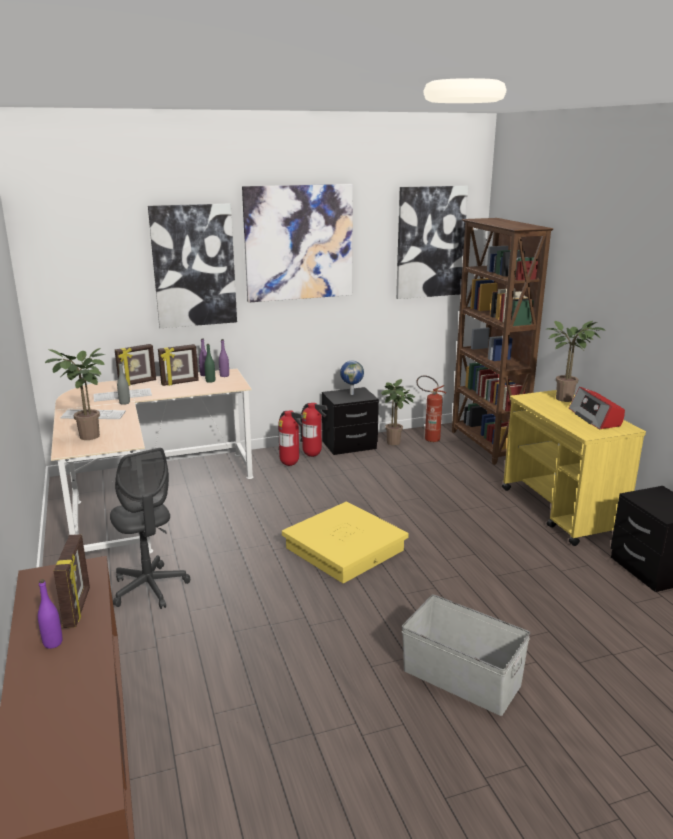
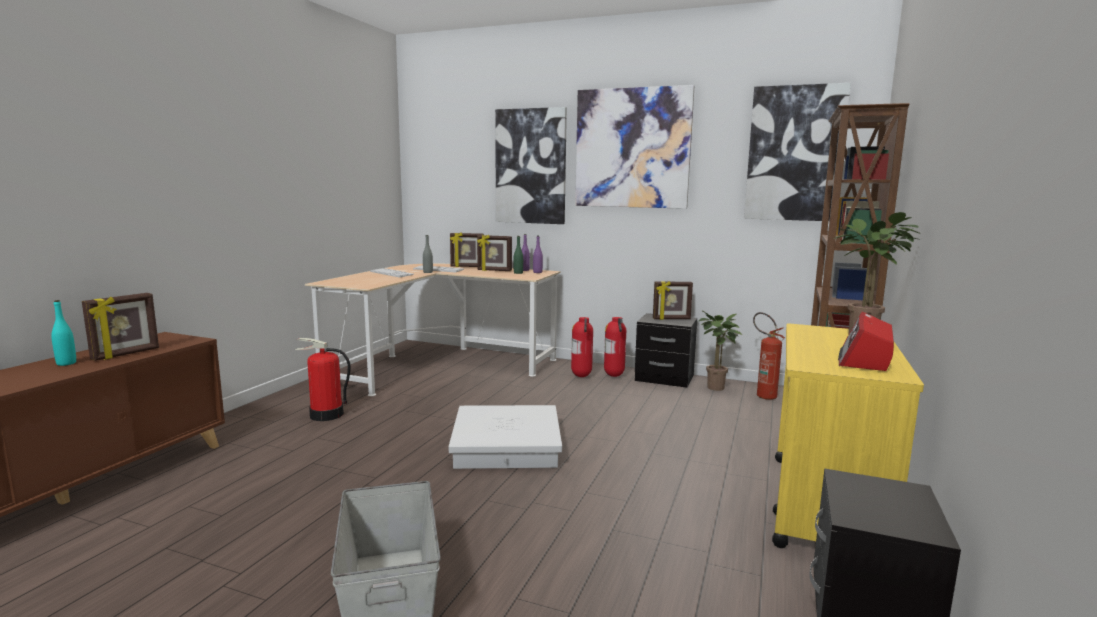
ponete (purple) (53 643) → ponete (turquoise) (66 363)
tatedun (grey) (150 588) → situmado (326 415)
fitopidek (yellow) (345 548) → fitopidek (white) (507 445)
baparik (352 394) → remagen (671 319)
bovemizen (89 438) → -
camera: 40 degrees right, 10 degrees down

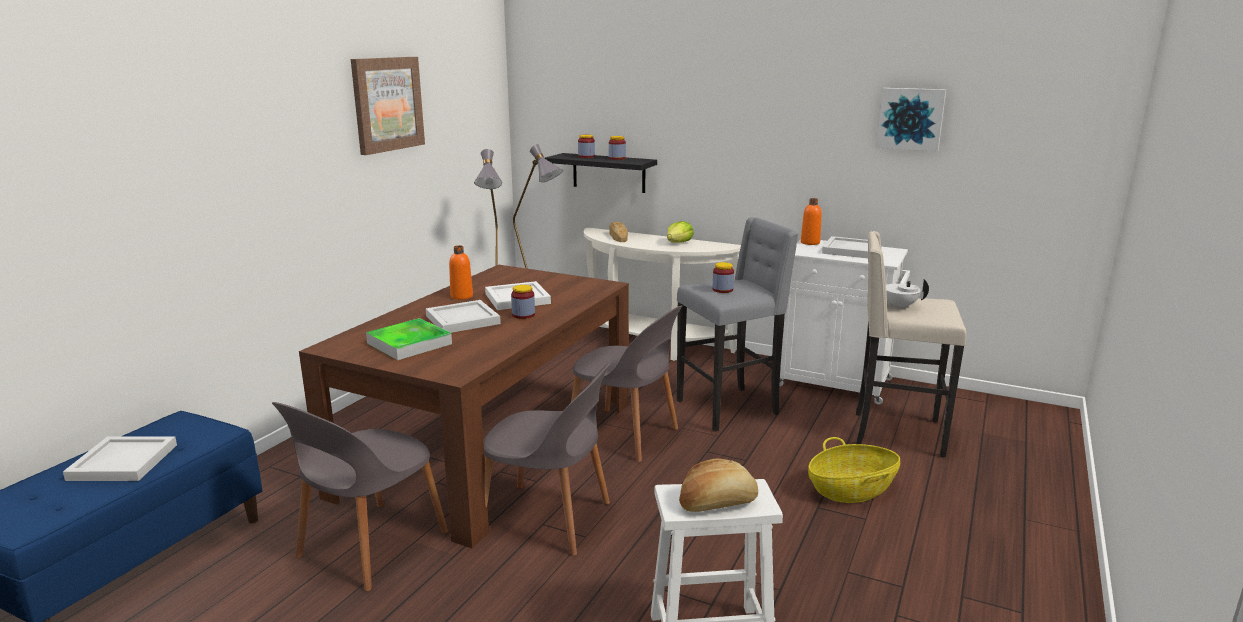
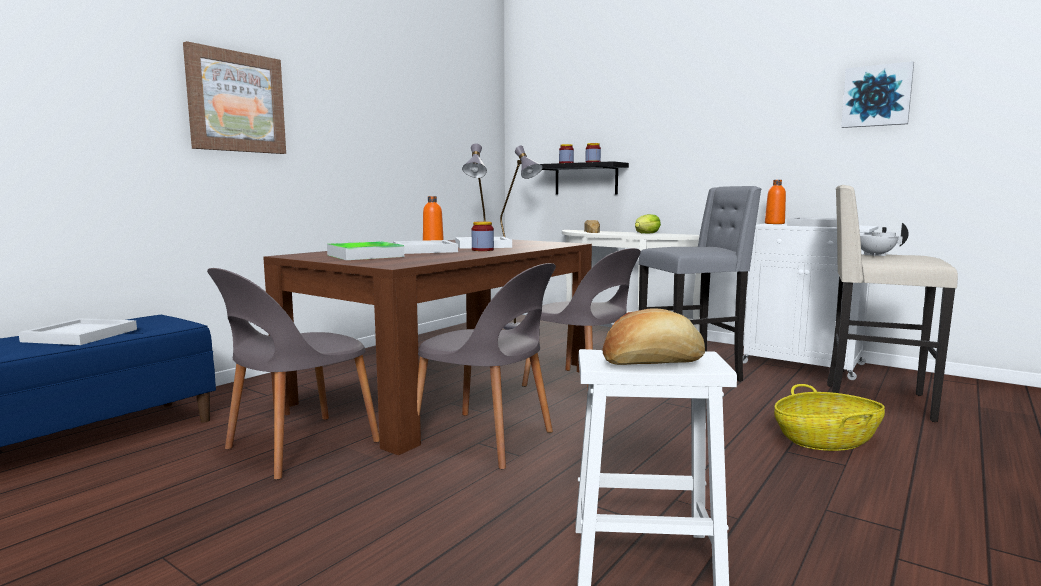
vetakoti (387 104) → vetakoti (236 102), relocated
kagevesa (722 290) → -
camera: 10 degrees right, 10 degrees down

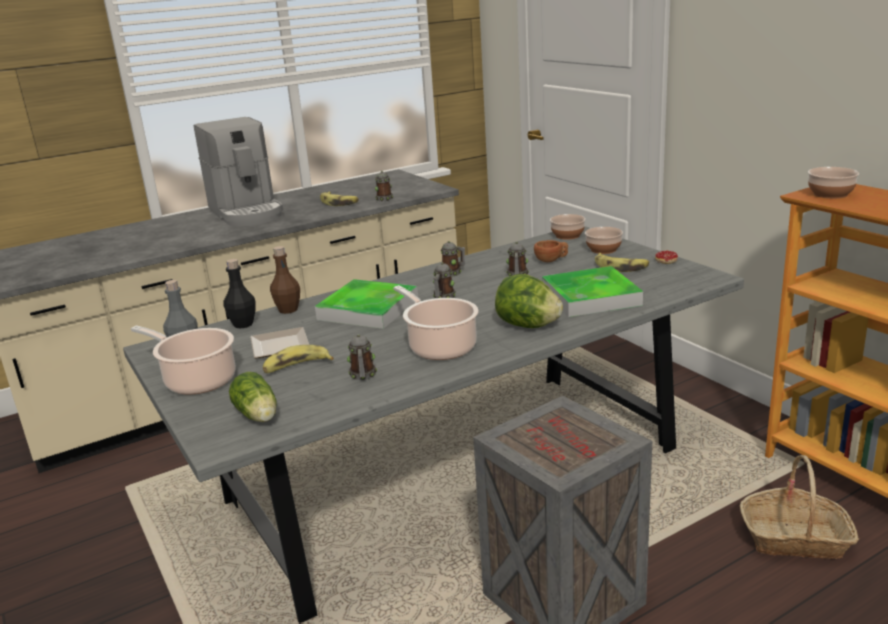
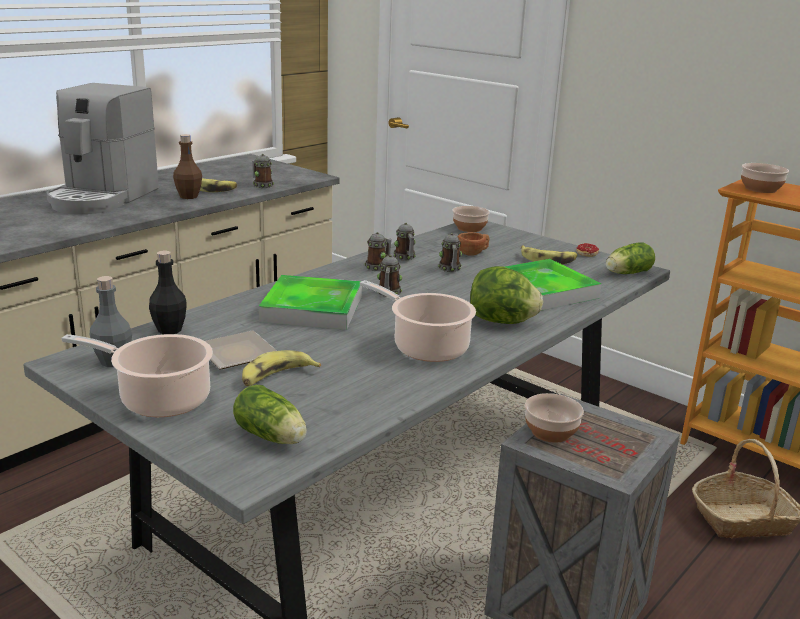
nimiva (247 213) → nimiva (103 198), 60 degrees clockwise
ponete (brown) (288 310) → ponete (brown) (189 196), relocated
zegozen (363 376) → zegozen (405 258), relocated
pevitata (603 249) → pevitata (551 432), relocated
- → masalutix (626 273)
camera: 20 degrees left, 0 degrees up

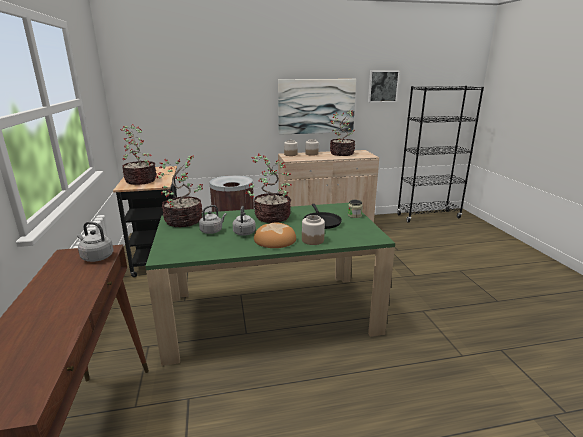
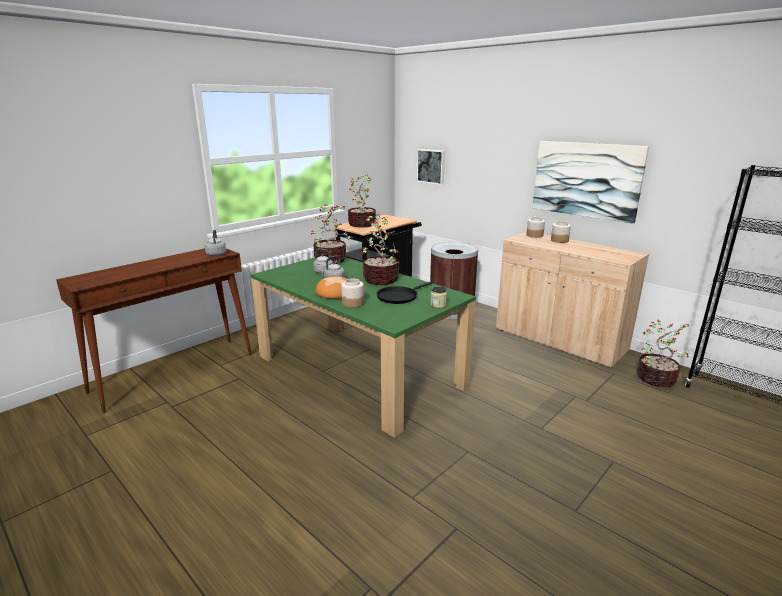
vetakoti (382 86) → vetakoti (431 166), relocated
bovemizen (342 153) → bovemizen (657 379), relocated
camera: 55 degrees right, 0 degrees up

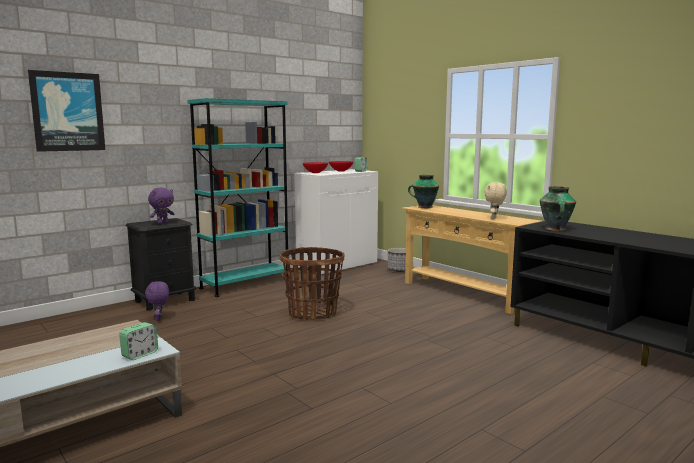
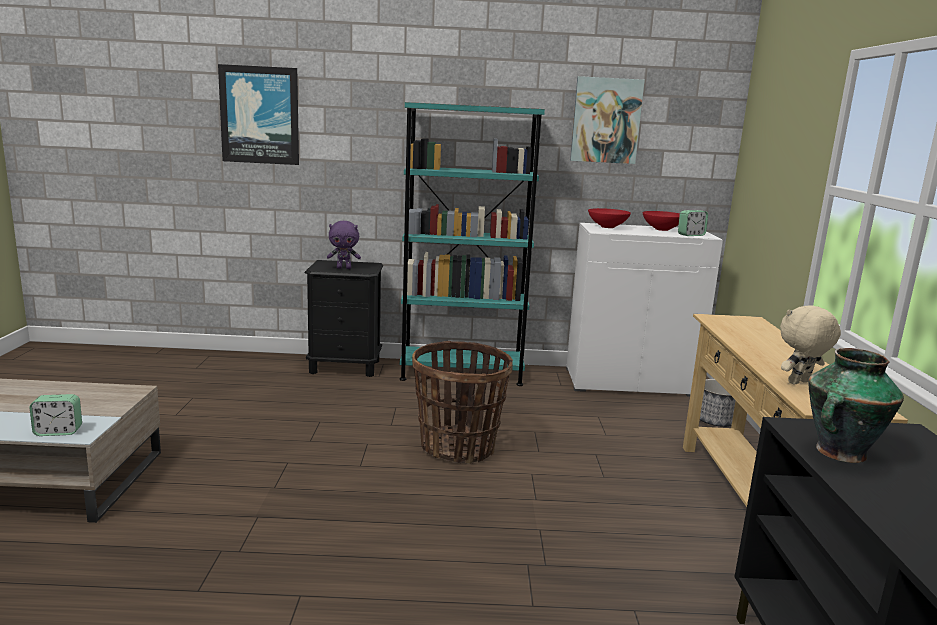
- → vetakoti (606 120)
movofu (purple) (159 319) → -
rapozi (424 207) → -
camera: 40 degrees right, 5 degrees up

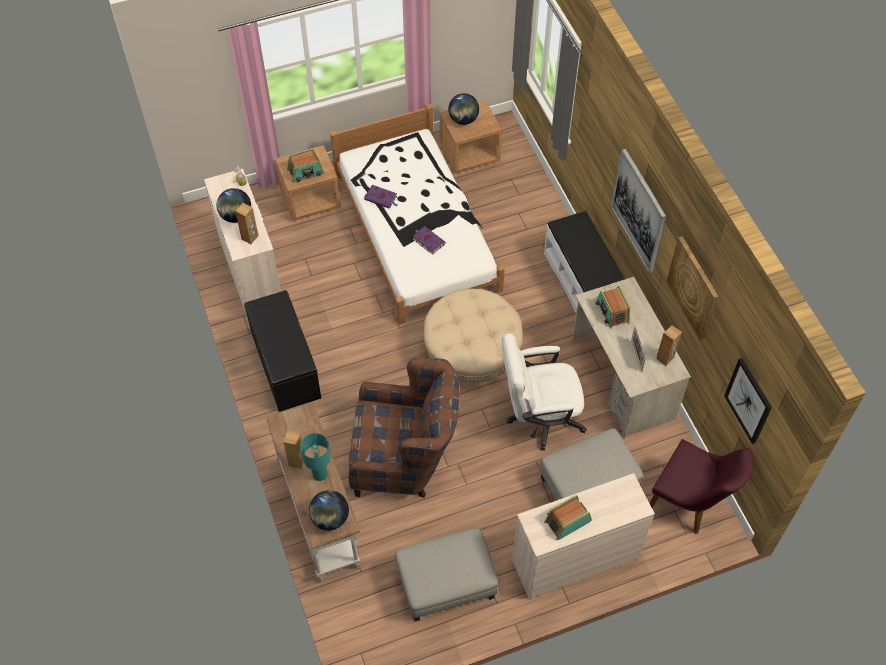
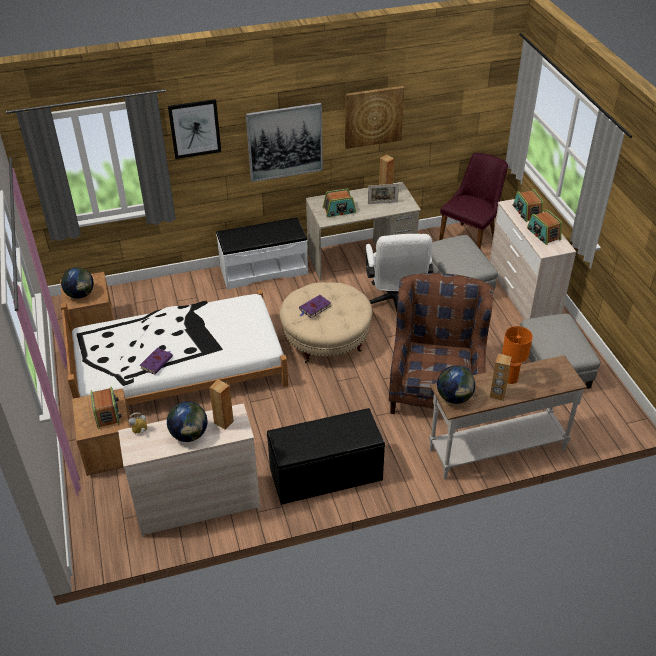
vetakoti (748 401) → vetakoti (195 128), relocated
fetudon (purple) (428 241) → fetudon (purple) (314 308), relocated
baparik (330 518) → baparik (454 397), relocated
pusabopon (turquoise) (319 474) → pusabopon (orange) (510 379)
- → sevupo (527 212)
camera: 85 degrees left, 15 degrees down

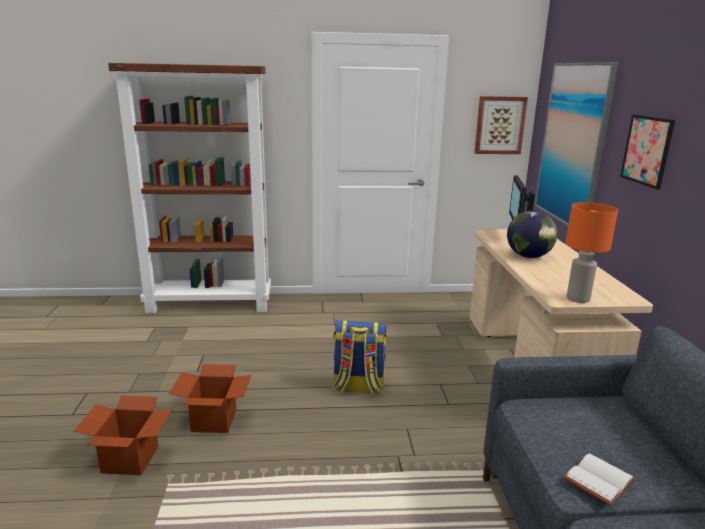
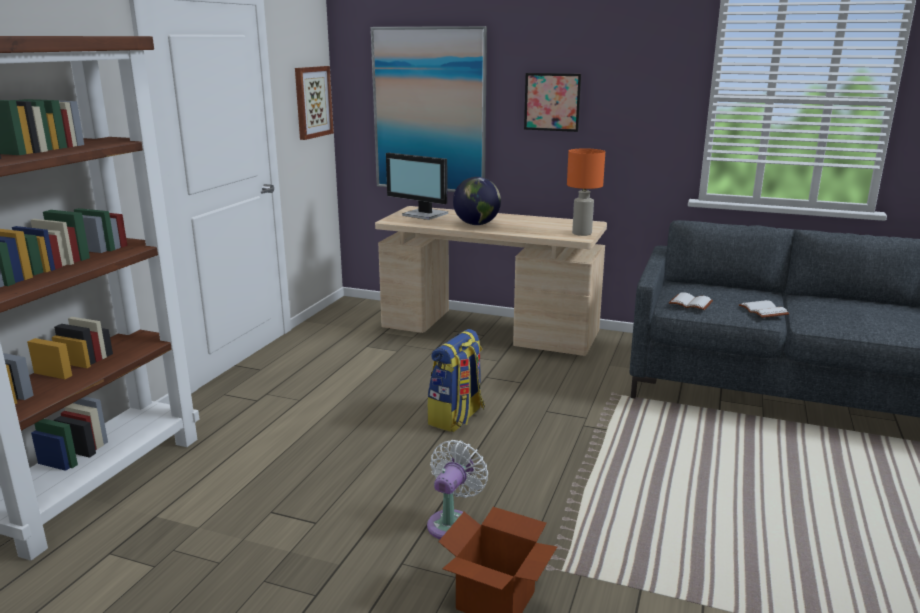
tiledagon (214 420) → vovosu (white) (452 522)
- → fetudon (white) (689 303)
camera: 65 degrees left, 0 degrees up

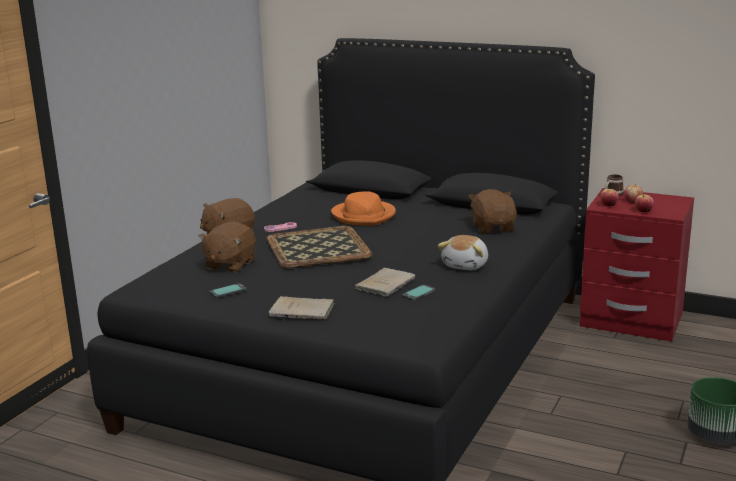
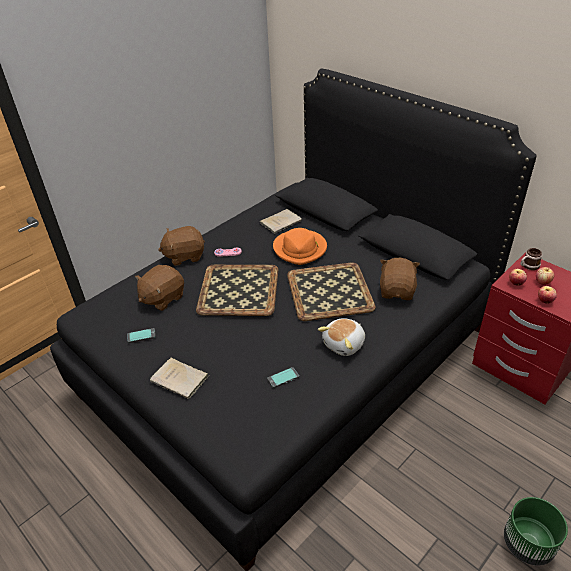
fetudon (beige) (386 284) → fetudon (beige) (281 222), relocated
- → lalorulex (330 292)
camera: 20 degrees right, 20 degrees up

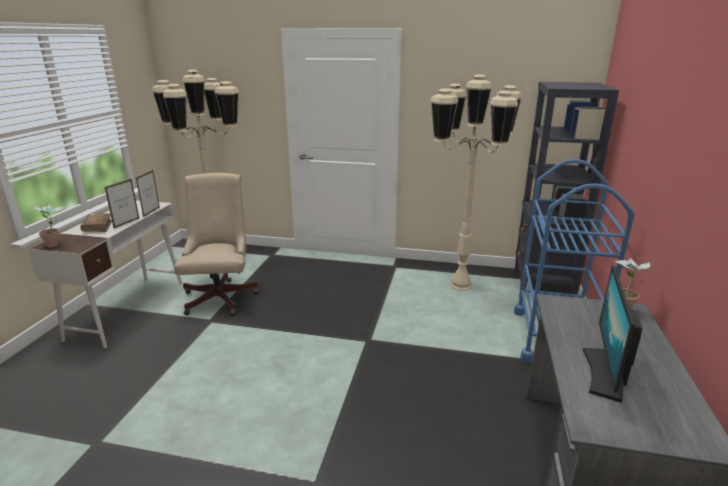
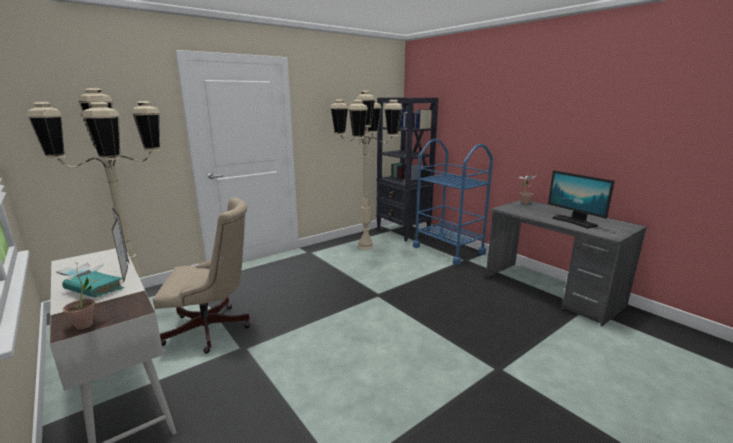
fetudon (brown) (98 227) → fetudon (turquoise) (95 290)
tatedun (beige) (221 296) → tatedun (beige) (213 329), 135 degrees clockwise
camera: 50 degrees left, 5 degrees down

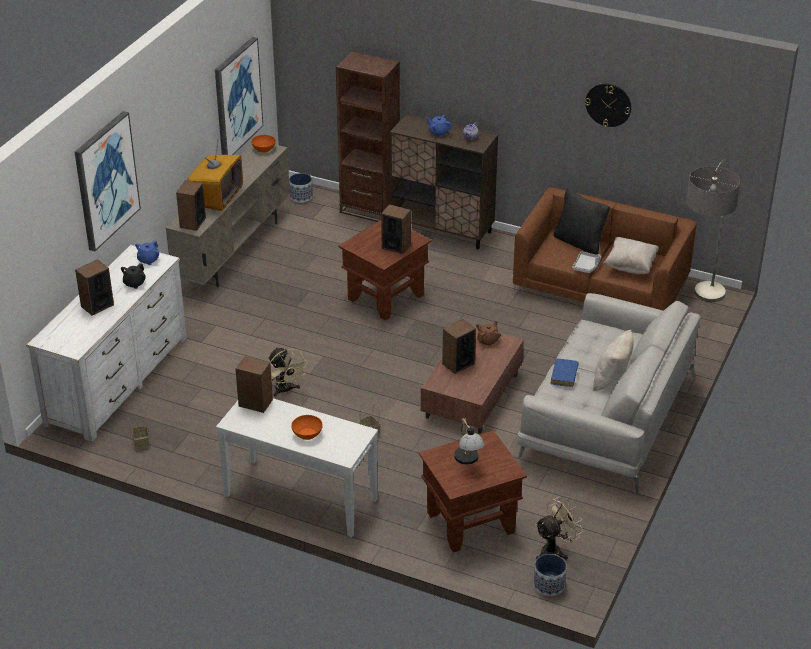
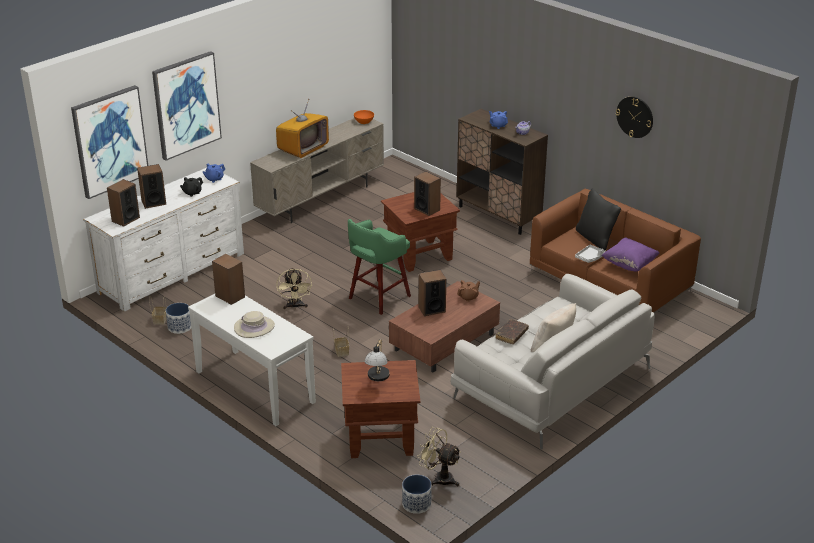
vetakoti (237 98) → vetakoti (110 141), relocated
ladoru (192 222) → ladoru (125 219), relocated
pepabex (301 196) → pepabex (180 327), relocated
pevitata (orange) (307 434) → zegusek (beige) (254 327)
- → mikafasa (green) (378 298)
vovosu (beige) (555 550) → vovosu (beige) (439 478), 135 degrees counterclockwise
fetudon (blue) (564 376) → fetudon (brown) (511 335)
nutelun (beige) (630 266) → nutelun (purple) (629 264)
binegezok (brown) (370 209) → -
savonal (699 313) → -
camera: 20 degrees right, 5 degrees down

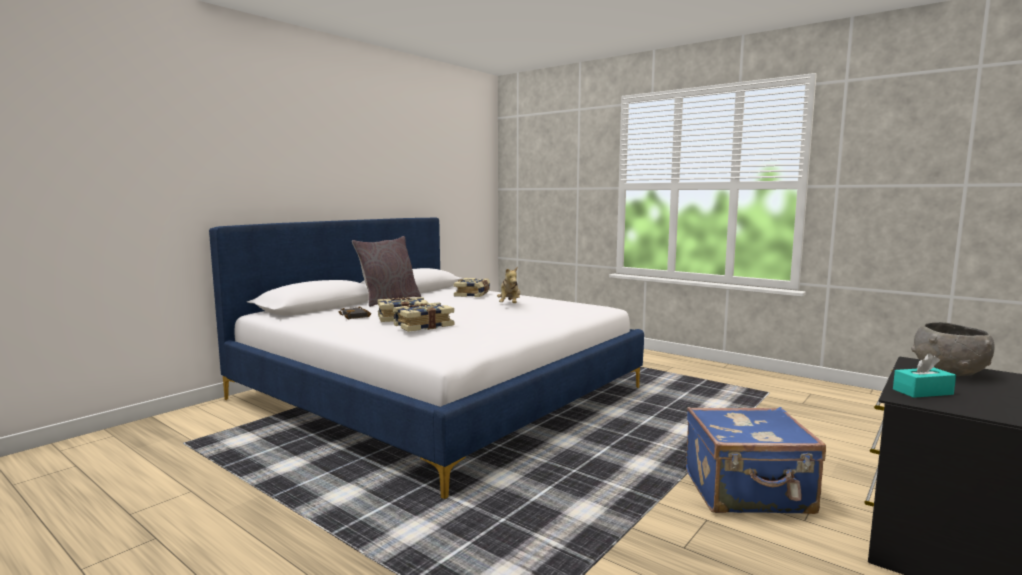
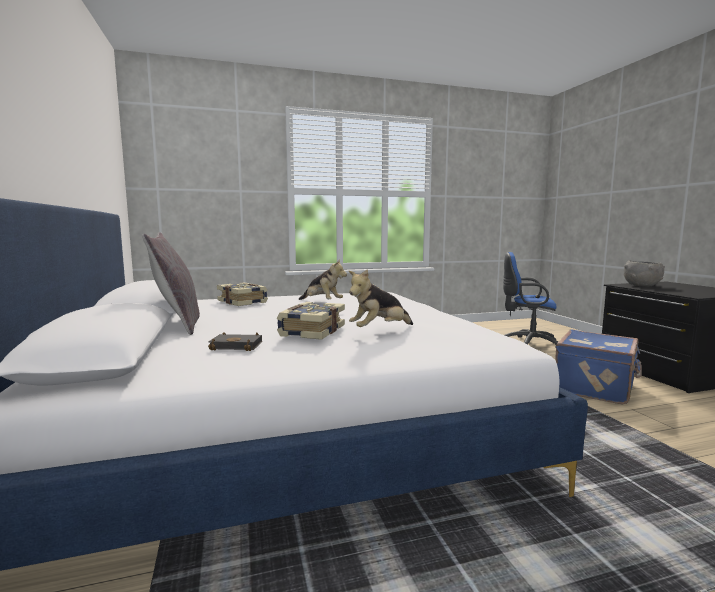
fetudon (423 326) → movofu (379 330)
- → tatedun (blue) (527 343)
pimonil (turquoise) (922 392) → -
camera: 55 degrees left, 0 degrees up

